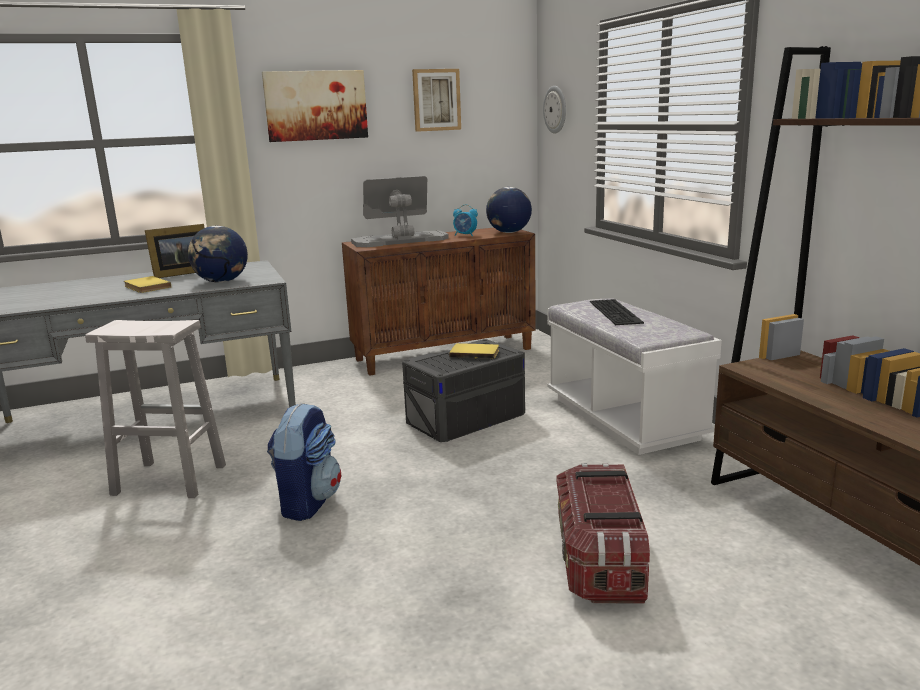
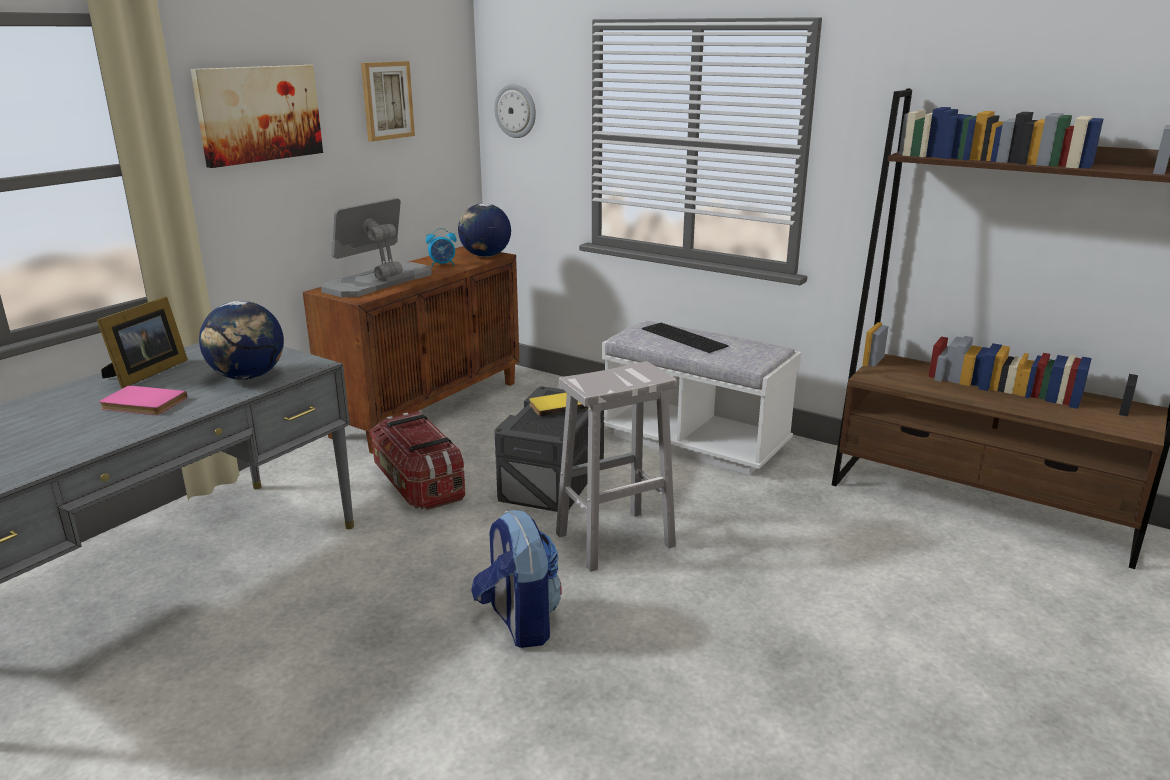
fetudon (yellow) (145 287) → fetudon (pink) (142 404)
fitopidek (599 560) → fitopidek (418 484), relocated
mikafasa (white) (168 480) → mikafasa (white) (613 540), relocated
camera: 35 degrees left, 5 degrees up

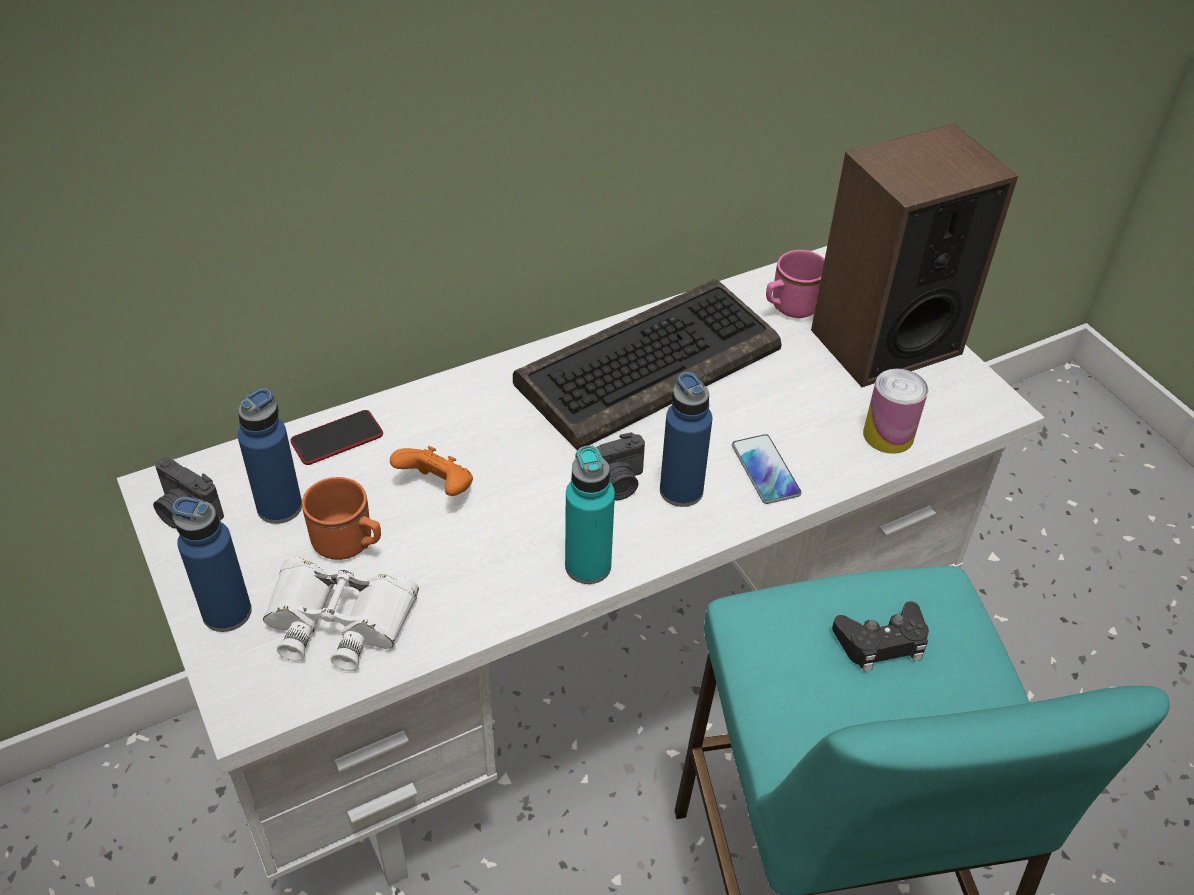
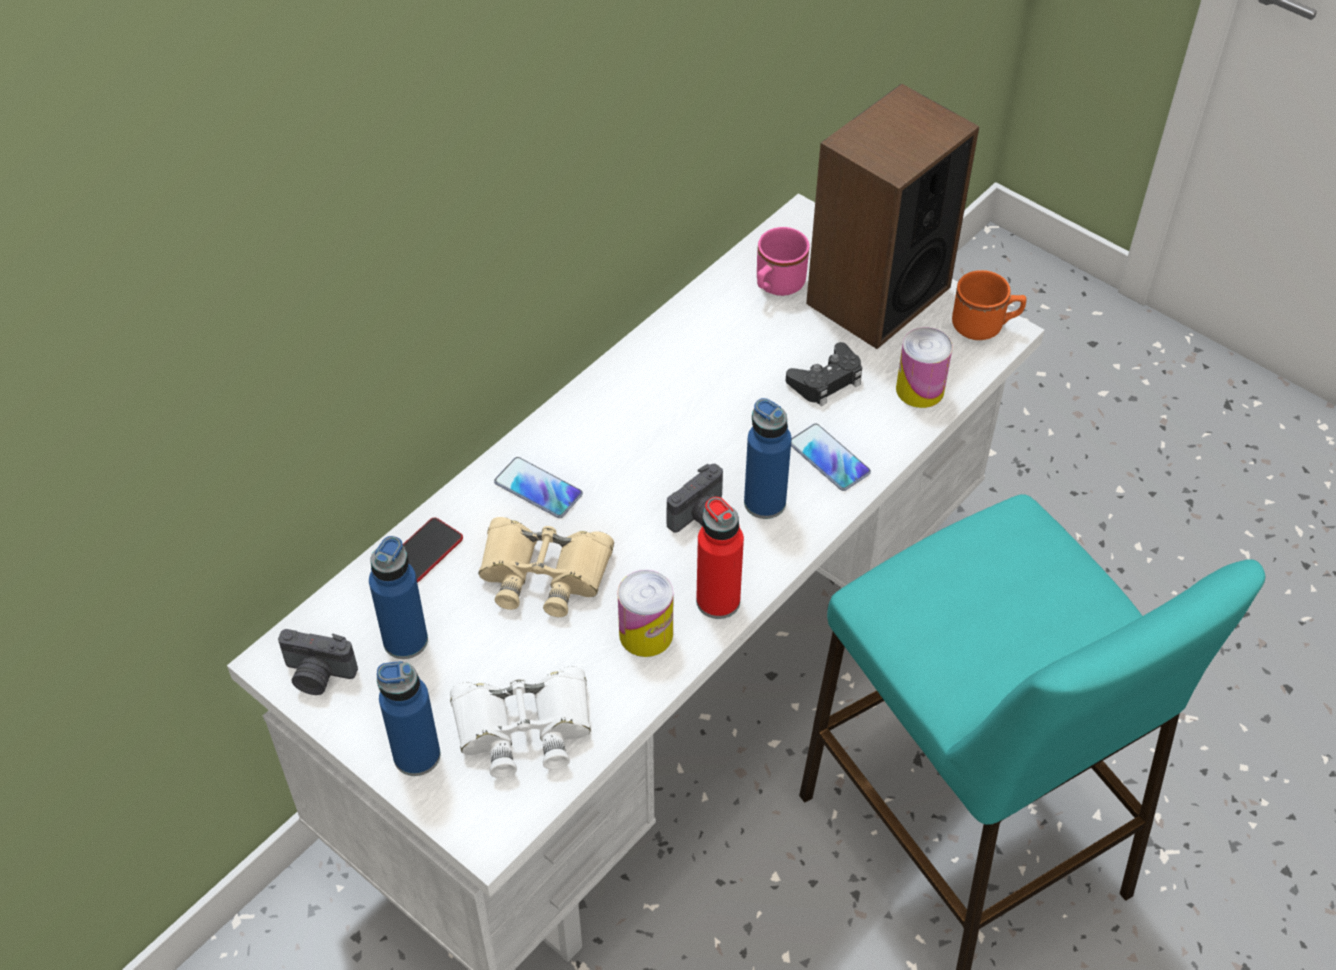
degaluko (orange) (438 488) → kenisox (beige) (543 573)
- → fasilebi (538 489)
- → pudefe (646 634)
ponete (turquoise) (588 566) → ponete (red) (718 601)
degaluko (black) (881 642) → degaluko (black) (826 381), relocated
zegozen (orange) (350 544) → zegozen (orange) (985 326), relocated
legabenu (649 364) → -
camera: 20 degrees left, 5 degrees up

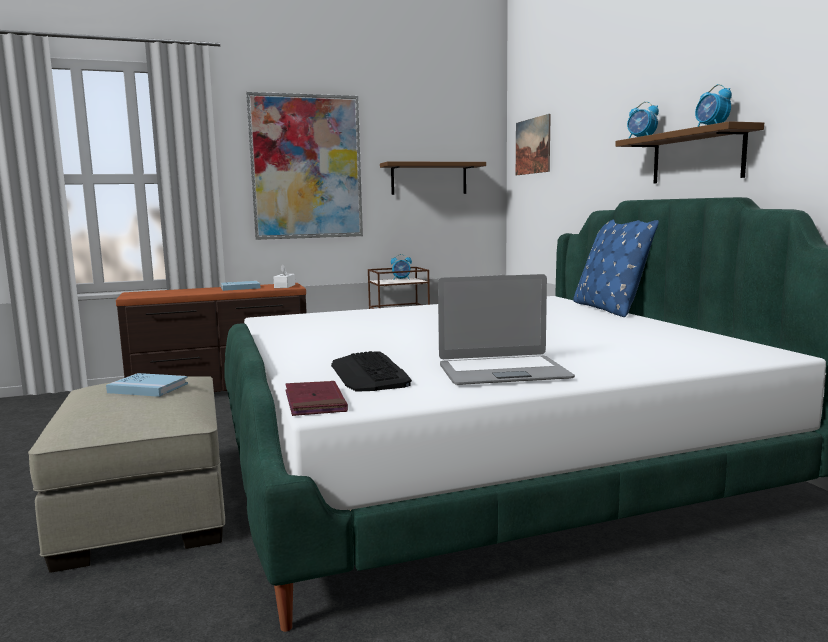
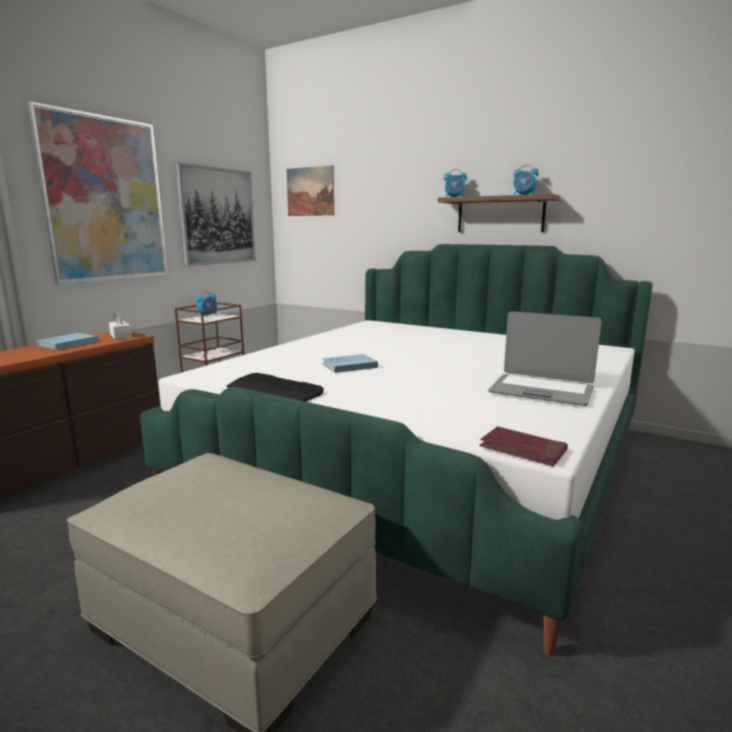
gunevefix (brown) (429 178) → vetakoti (217 216)
legabenu (368 373) → legabenu (274 390), relocated
fetudon (blue) (148 388) → fetudon (blue) (349 366), relocated
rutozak (502 372) → rutozak (541 391), 75 degrees clockwise
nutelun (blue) (609 309) → -
camera: 40 degrees left, 5 degrees up

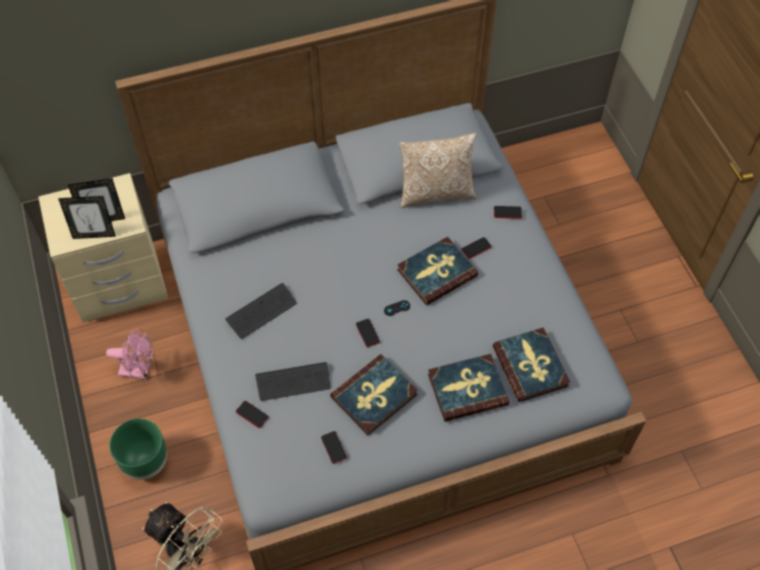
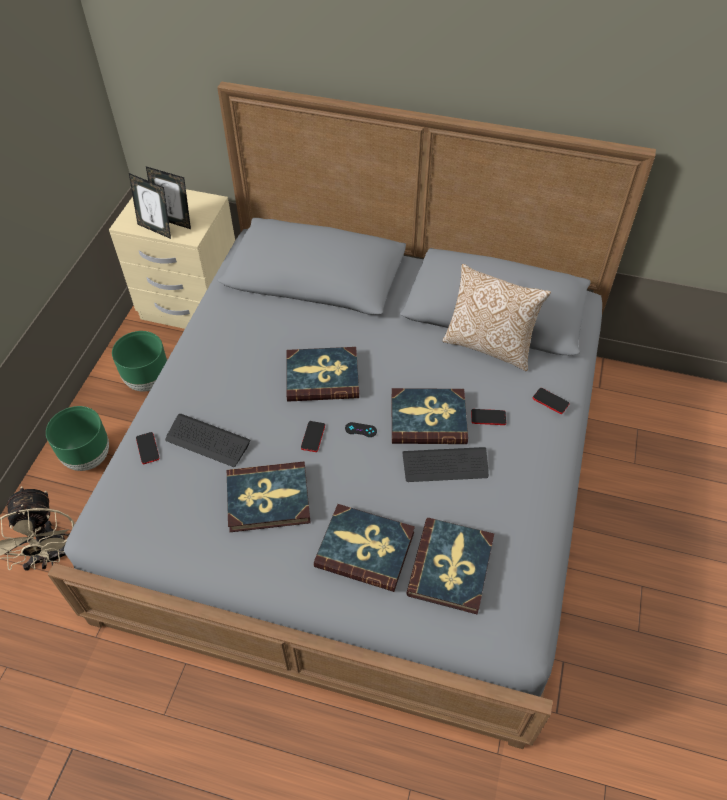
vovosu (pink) (139 370) → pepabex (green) (148 380)
- → fetudon (322 376)
legabenu (261 312) → legabenu (445 465), relocated
fasilebi (333 447) → -
camera: 35 degrees right, 5 degrees down

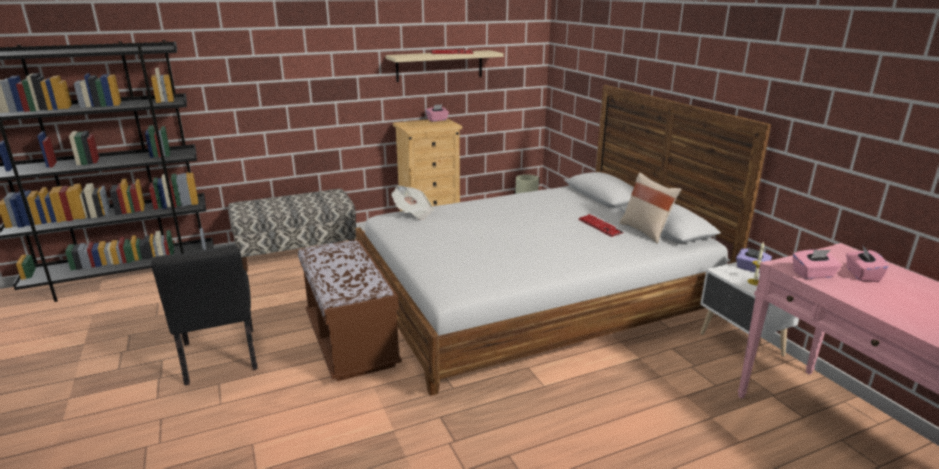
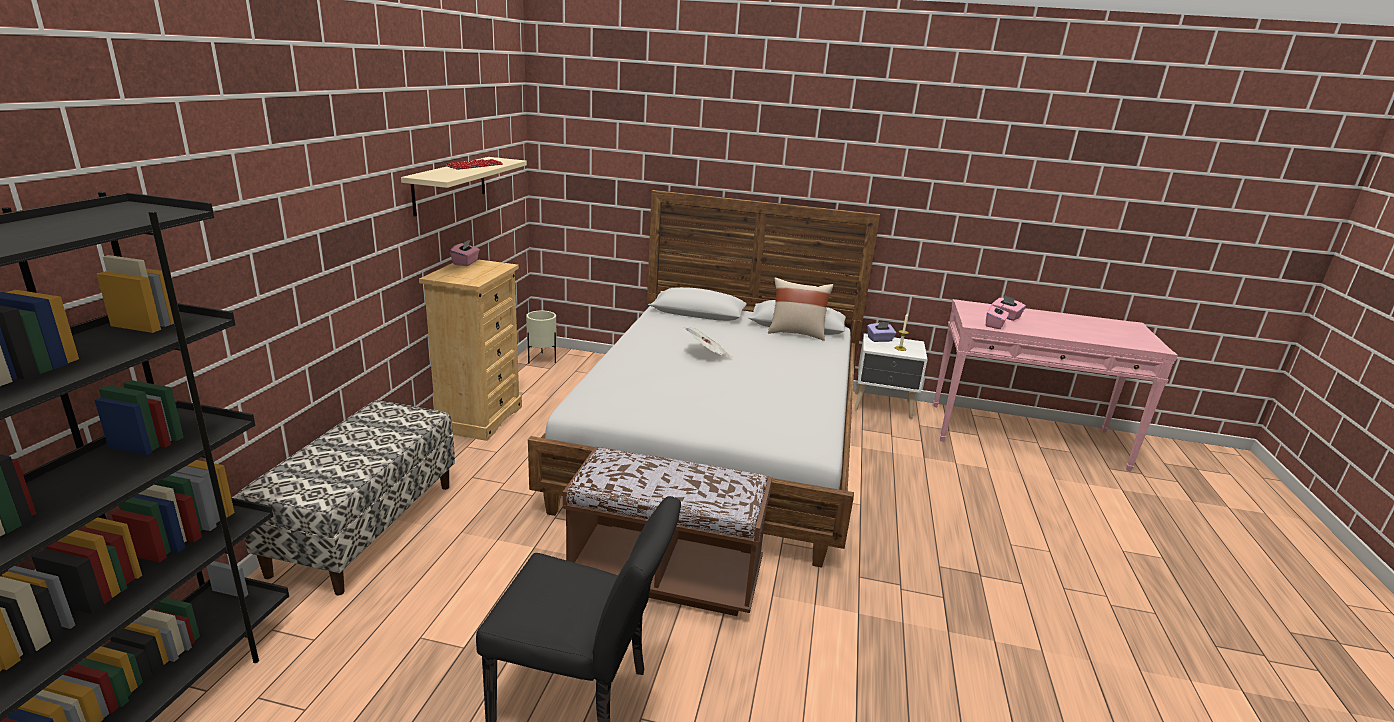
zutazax (413 213) → zutazax (707 354), relocated
legabenu (599 226) → -
camera: 55 degrees left, 0 degrees up

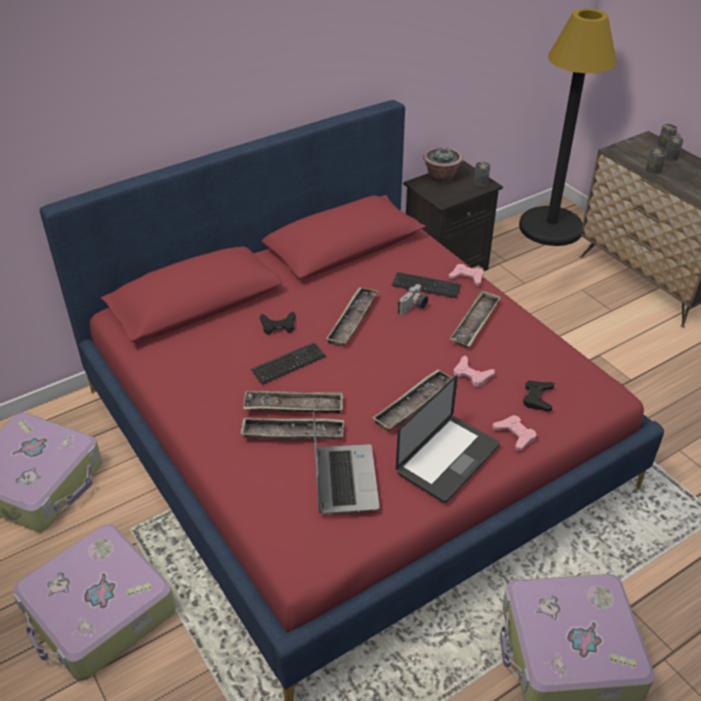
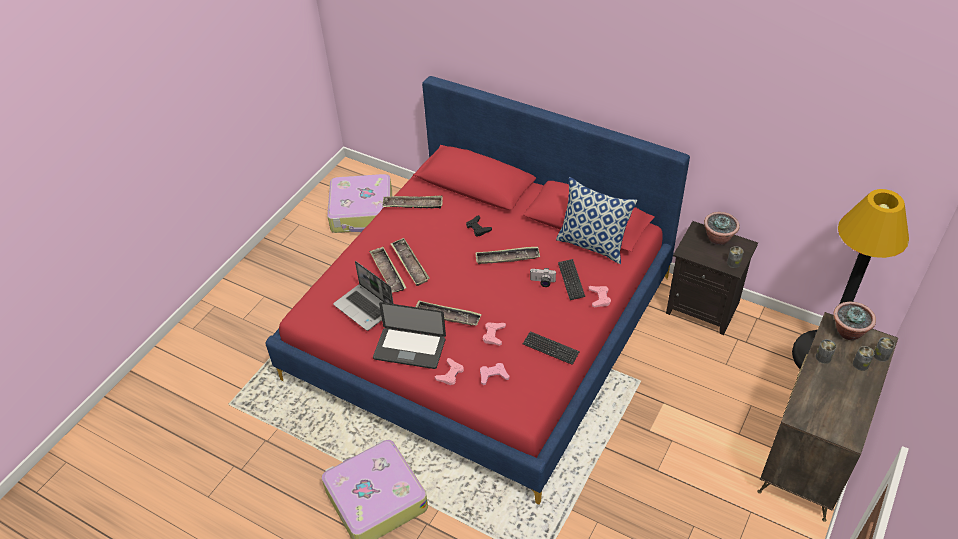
rutozak (344 479) → rutozak (365 308), 75 degrees clockwise
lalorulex (475 323) → lalorulex (413 205), relocated
degaluko (black) (537 398) → degaluko (pink) (493 375)
legabenu (288 364) → legabenu (550 348), relocated
- → nutelun (593 244)
- → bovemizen (848 332)
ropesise (98 612) → -
camera: 65 degrees right, 5 degrees up

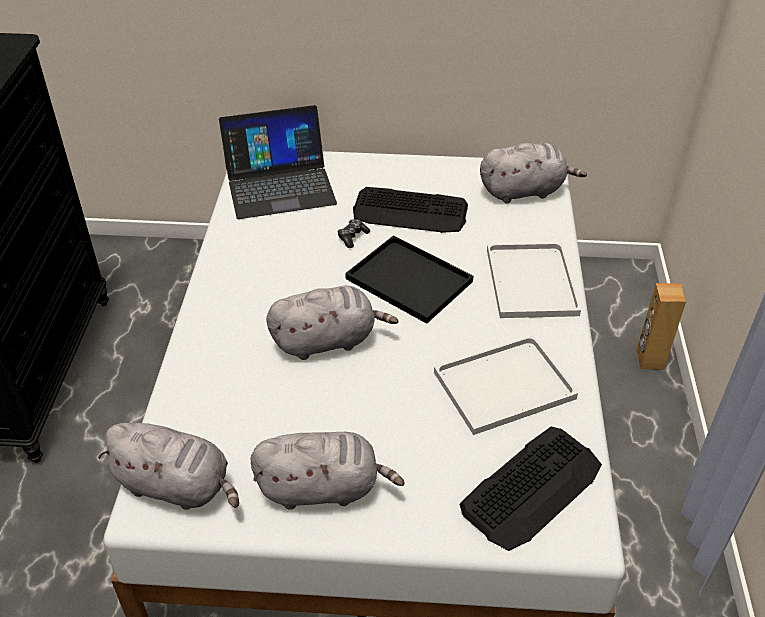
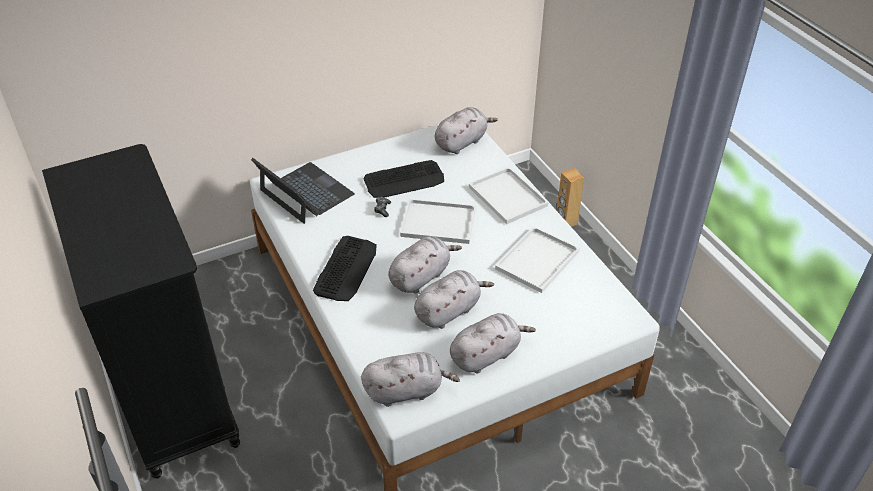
rutozak (279 185) → rutozak (305 193), 90 degrees counterclockwise
legabenu (532 487) → legabenu (346 269), relocated
lalorulex (black) (411 280) → lalorulex (white) (440 222)
- → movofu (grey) (449 311)
camera: 30 degrees left, 0 degrees up

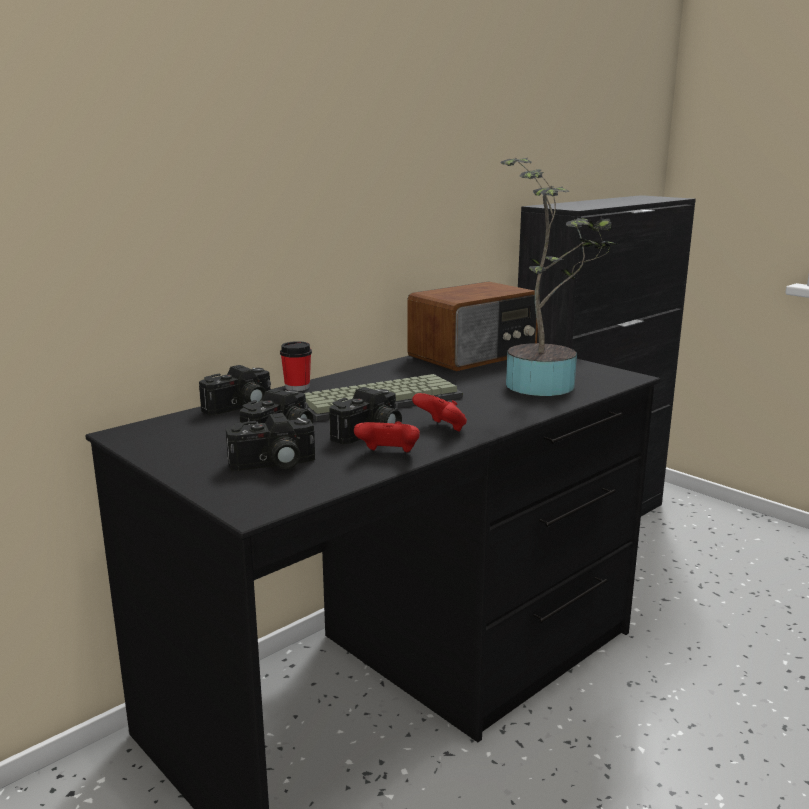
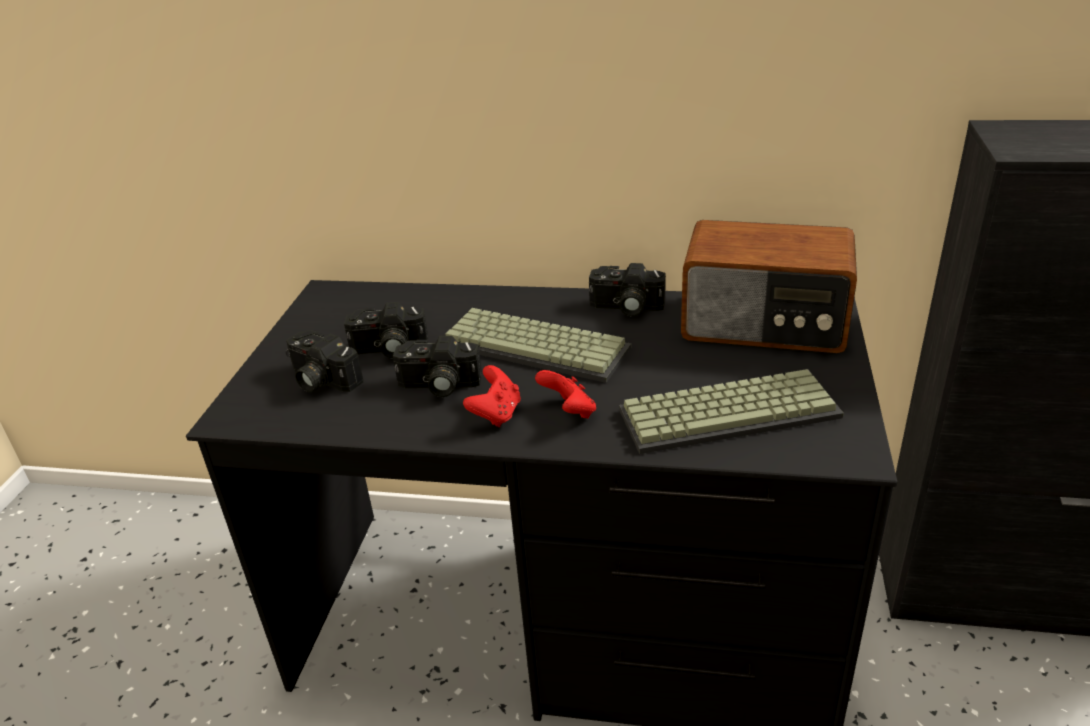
degaluko (red) (388 454) → degaluko (red) (569 411), relocated
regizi (240 407) → regizi (625 308), relocated
bovemizen (547 384) → legabenu (729 411)
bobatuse (297 387) → -
camera: 55 degrees right, 15 degrees up

